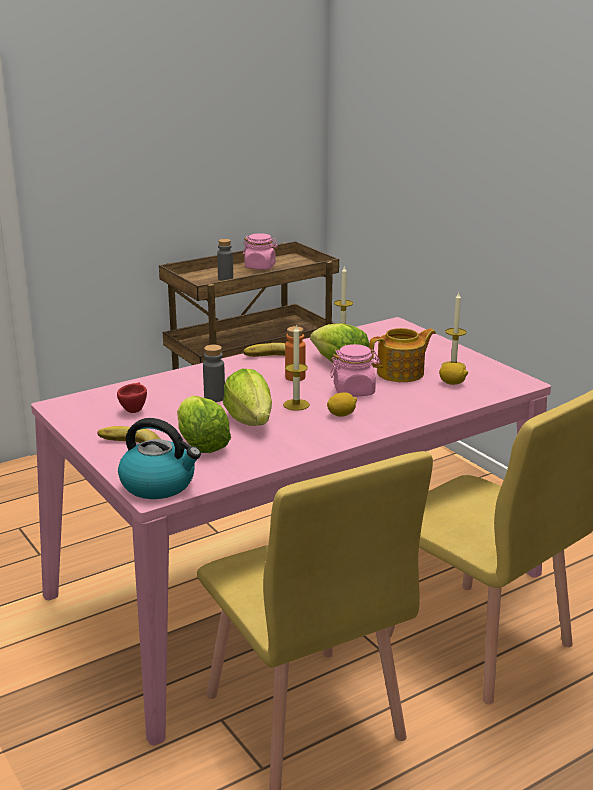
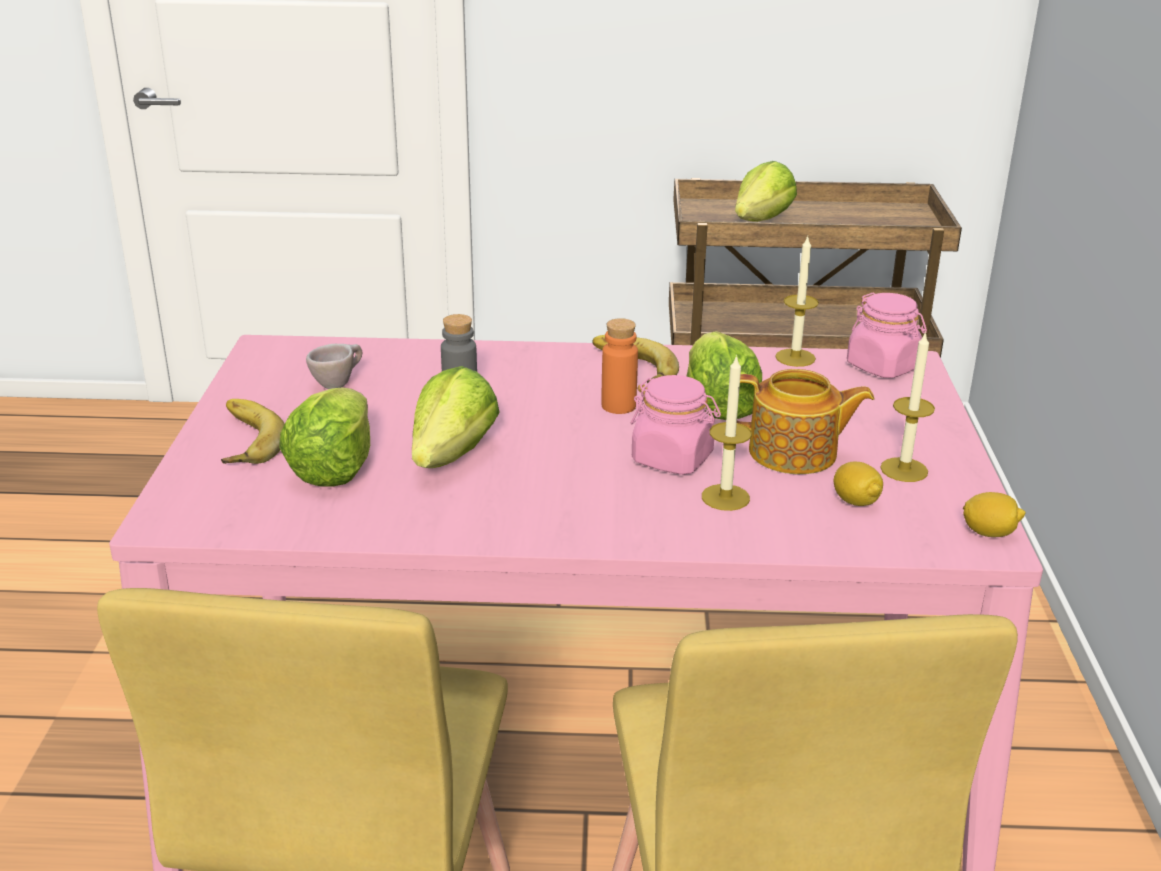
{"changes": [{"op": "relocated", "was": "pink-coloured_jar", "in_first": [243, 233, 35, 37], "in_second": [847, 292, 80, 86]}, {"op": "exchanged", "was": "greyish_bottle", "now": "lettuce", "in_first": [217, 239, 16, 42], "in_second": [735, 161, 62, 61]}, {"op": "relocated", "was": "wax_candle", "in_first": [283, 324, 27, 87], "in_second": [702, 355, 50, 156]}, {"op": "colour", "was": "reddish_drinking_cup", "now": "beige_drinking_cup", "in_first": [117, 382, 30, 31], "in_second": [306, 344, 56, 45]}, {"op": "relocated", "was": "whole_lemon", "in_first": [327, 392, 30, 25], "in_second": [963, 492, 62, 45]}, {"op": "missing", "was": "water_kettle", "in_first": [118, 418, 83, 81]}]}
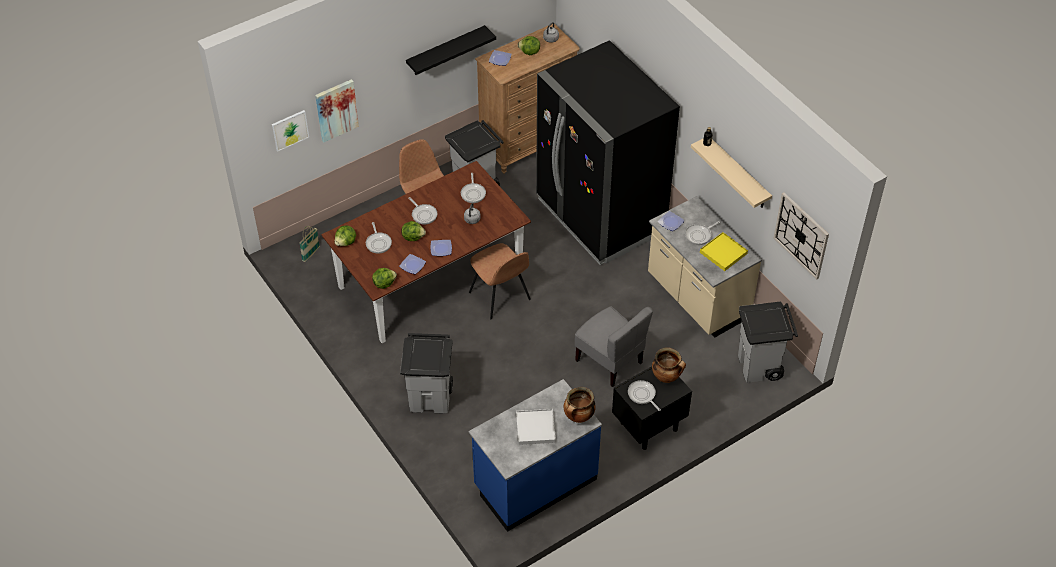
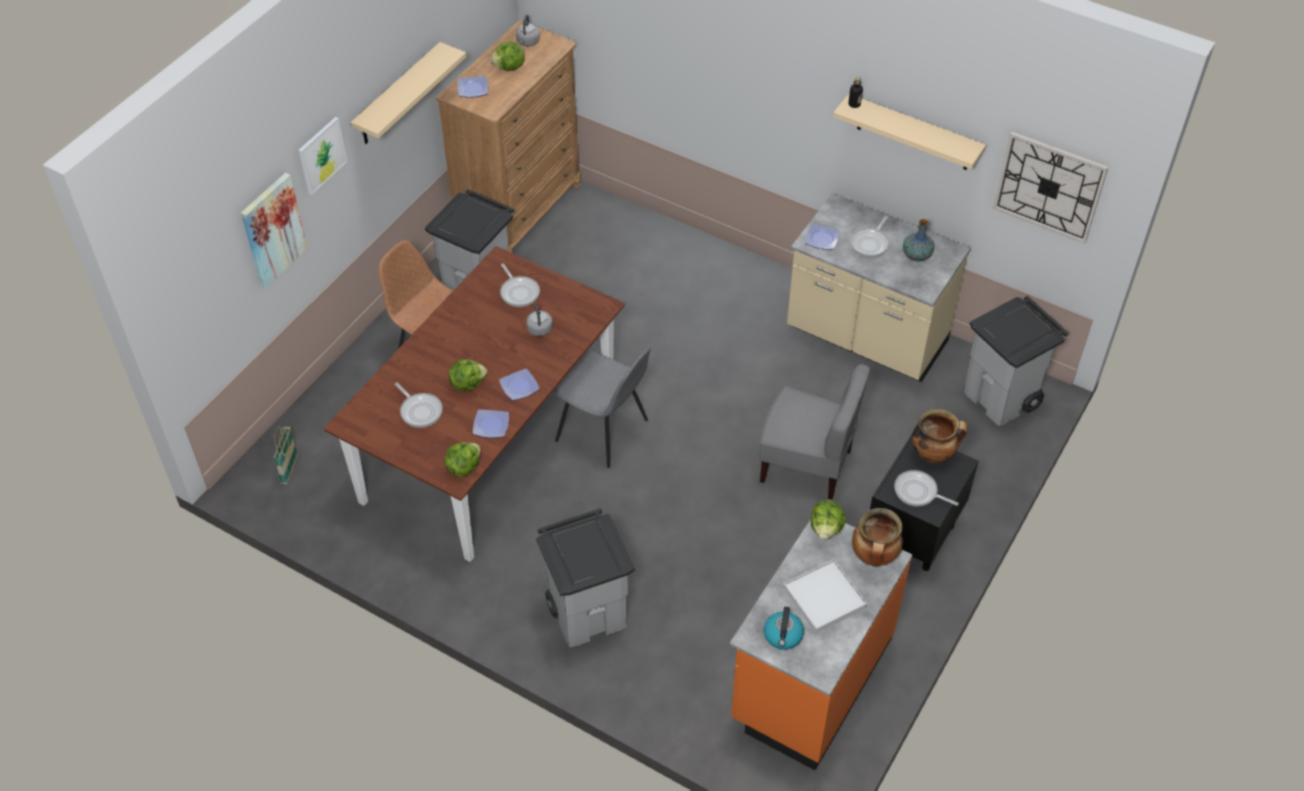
{"changes": [{"op": "colour", "was": "black-coloured_shelf", "now": "beige_shelf", "in_first": [406, 25, 90, 50], "in_second": [351, 42, 115, 102]}, {"op": "missing", "was": "black-coloured_kitchen_fridge", "in_first": [536, 40, 144, 225]}, {"op": "relocated", "was": "wall_art", "in_first": [272, 110, 37, 42], "in_second": [298, 117, 49, 78]}, {"op": "missing", "was": "frying_pan", "in_first": [408, 197, 30, 28]}, {"op": "relocated", "was": "lettuce", "in_first": [335, 225, 21, 21], "in_second": [811, 500, 35, 40]}, {"op": "exchanged", "was": "yellowish_serving_tray", "now": "vase", "in_first": [700, 232, 48, 39], "in_second": [903, 219, 31, 42]}, {"op": "colour", "was": "brown-coloured_plain_chair", "now": "greyish_plain_chair", "in_first": [469, 243, 62, 76], "in_second": [554, 348, 96, 120]}, {"op": "colour", "was": "blue_counter", "now": "orange-coloured_counter", "in_first": [469, 379, 133, 153], "in_second": [730, 519, 182, 251]}, {"op": "appeared", "now": "water_kettle", "in_second": [764, 607, 40, 43]}]}
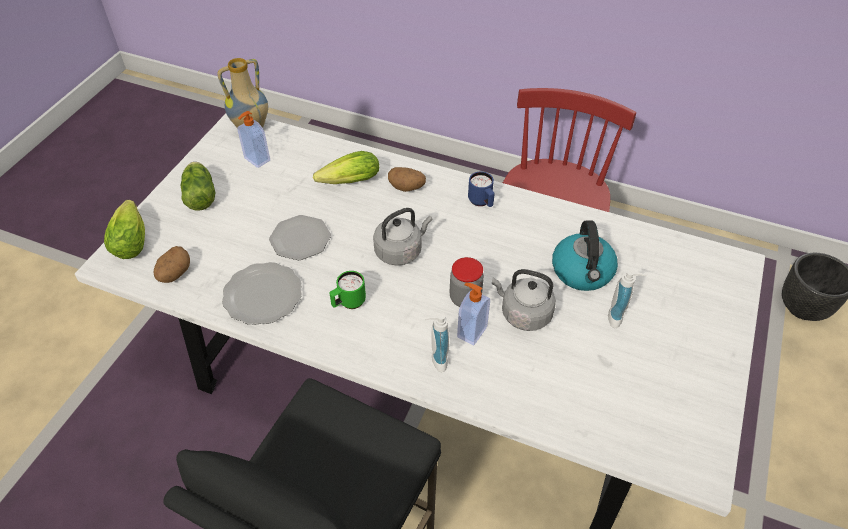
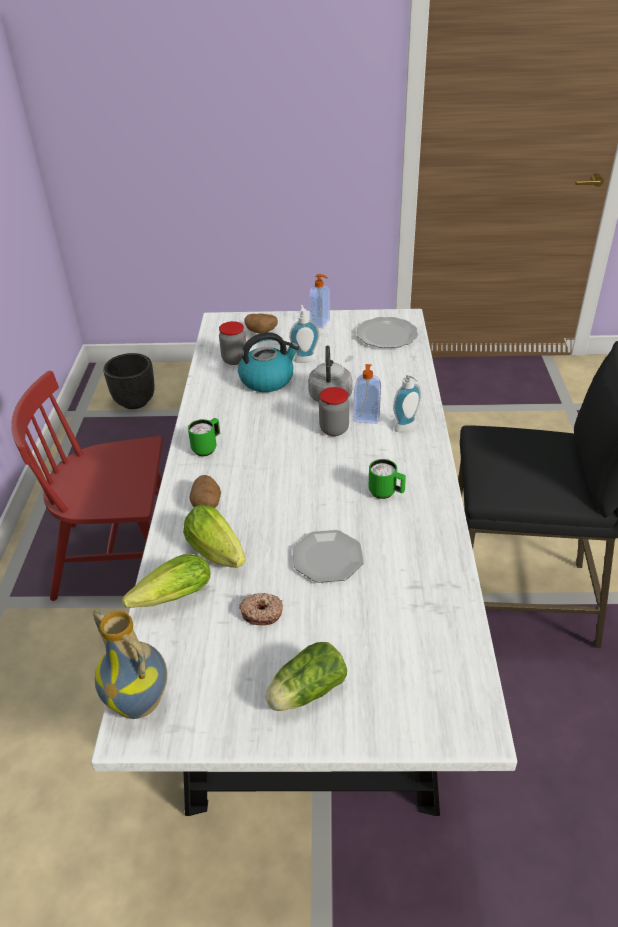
{"changes": [{"op": "relocated", "was": "soap_bottle", "in_first": [237, 111, 33, 57], "in_second": [309, 274, 21, 54]}, {"op": "colour", "was": "blue_tea_mug", "now": "green_tea_mug", "in_first": [468, 171, 27, 36], "in_second": [188, 418, 32, 38]}, {"op": "relocated", "was": "lettuce", "in_first": [104, 200, 41, 59], "in_second": [122, 554, 88, 54]}, {"op": "missing", "was": "greyish_water_kettle", "in_first": [373, 208, 60, 57]}, {"op": "relocated", "was": "potato", "in_first": [154, 246, 36, 37], "in_second": [244, 314, 34, 20]}, {"op": "relocated", "was": "dinner_plate", "in_first": [222, 262, 80, 63], "in_second": [356, 317, 62, 31]}, {"op": "appeared", "now": "jar", "in_second": [219, 321, 27, 44]}, {"op": "appeared", "now": "ring_doughnut", "in_second": [239, 593, 44, 32]}]}
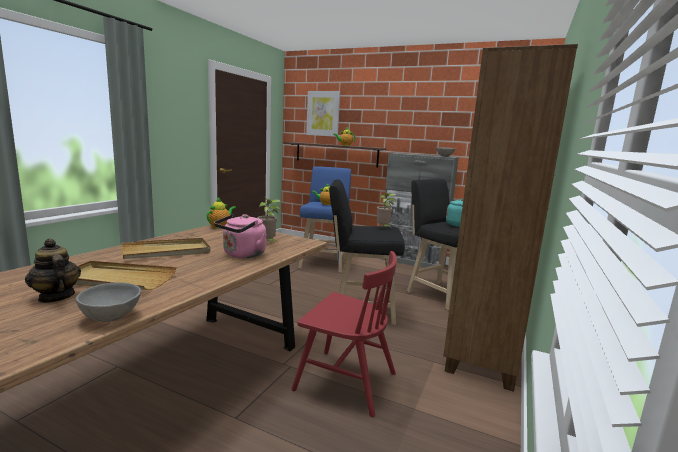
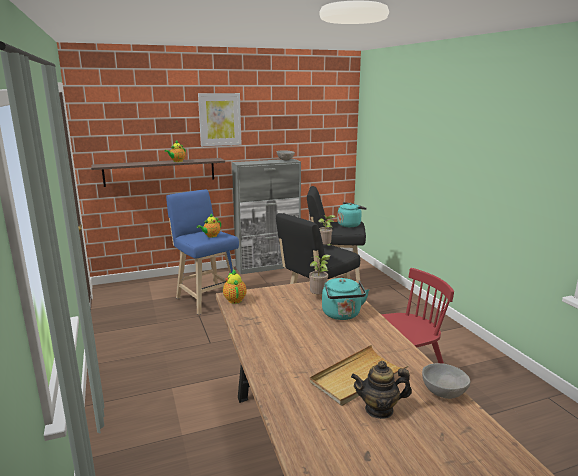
{"changes": [{"op": "missing", "was": "brown-coloured_bookshelf", "in_first": [443, 44, 135, 348]}, {"op": "relocated", "was": "wall_art", "in_first": [306, 91, 34, 46], "in_second": [198, 93, 44, 53]}, {"op": "colour", "was": "pink-coloured_water_kettle", "now": "blue-green_water_kettle", "in_first": [214, 214, 53, 44], "in_second": [322, 278, 47, 42]}, {"op": "missing", "was": "beige_serving_tray", "in_first": [121, 238, 89, 21]}]}
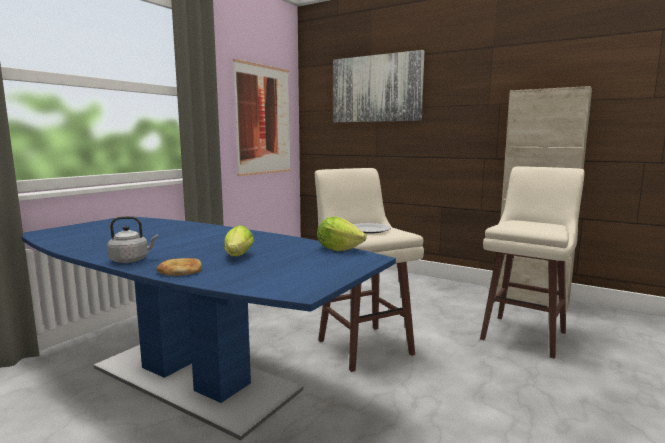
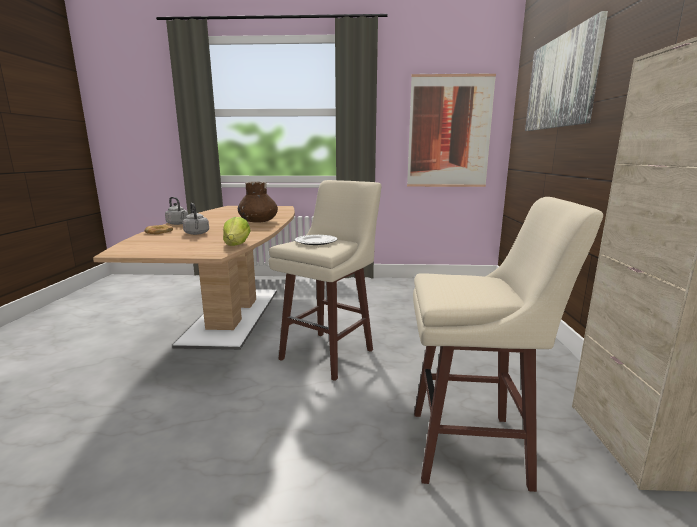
{"changes": [{"op": "colour", "was": "blue_kitchen_table", "now": "brown-coloured_kitchen_table", "in_first": [22, 217, 374, 223], "in_second": [93, 206, 202, 144]}, {"op": "exchanged", "was": "lettuce", "now": "greyish_water_kettle", "in_first": [224, 225, 30, 31], "in_second": [183, 203, 26, 32]}, {"op": "appeared", "now": "brown-coloured_vase", "in_second": [238, 181, 40, 41]}]}
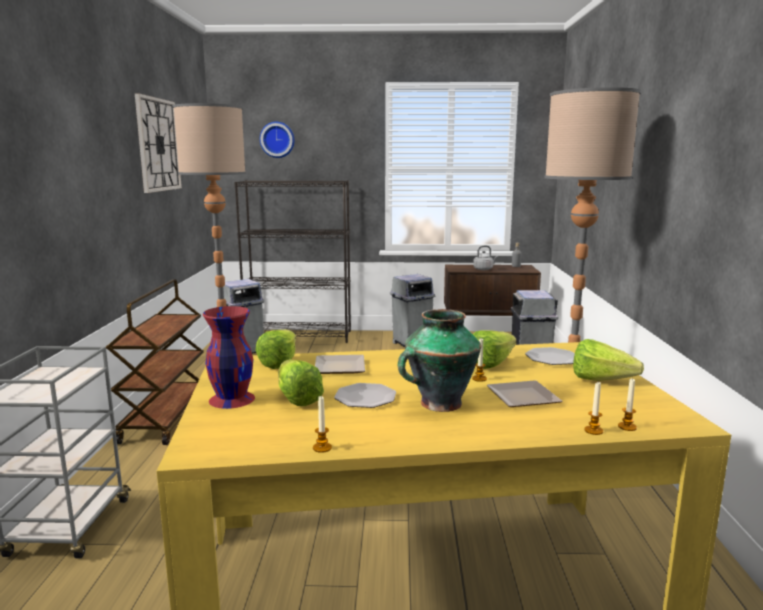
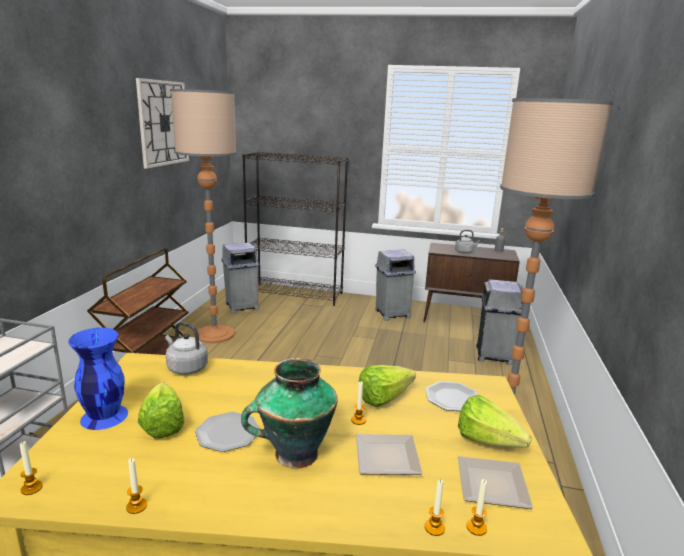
{"changes": [{"op": "missing", "was": "wall_clock", "in_first": [260, 122, 35, 36]}, {"op": "colour", "was": "reddish_vase", "now": "blue_vase", "in_first": [203, 306, 52, 103], "in_second": [68, 328, 60, 102]}, {"op": "exchanged", "was": "lettuce", "now": "greyish_water_kettle", "in_first": [255, 329, 41, 40], "in_second": [165, 322, 43, 53]}, {"op": "relocated", "was": "dinner_plate", "in_first": [315, 355, 50, 19], "in_second": [458, 456, 75, 53]}, {"op": "appeared", "now": "wax_candle", "in_second": [20, 441, 23, 54]}]}
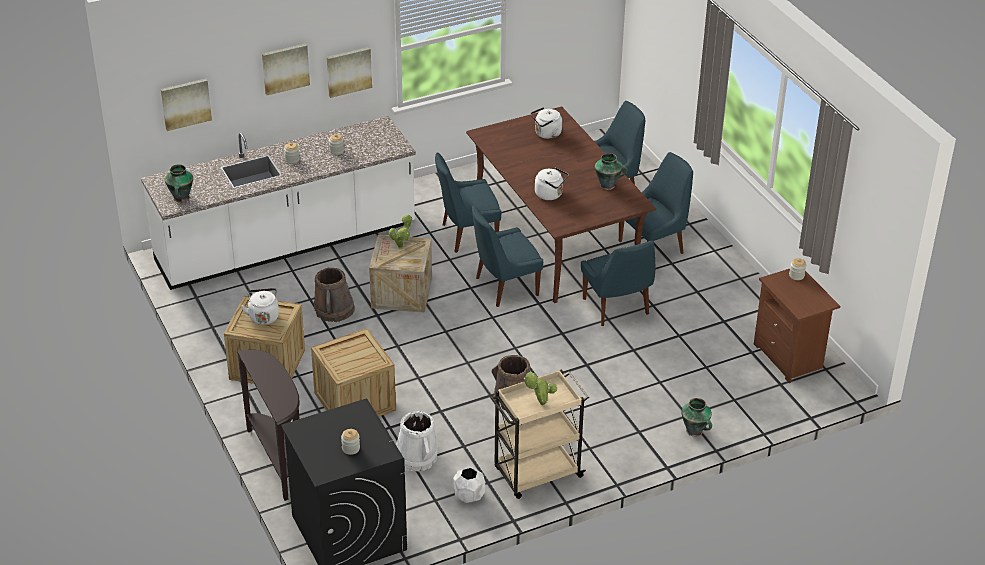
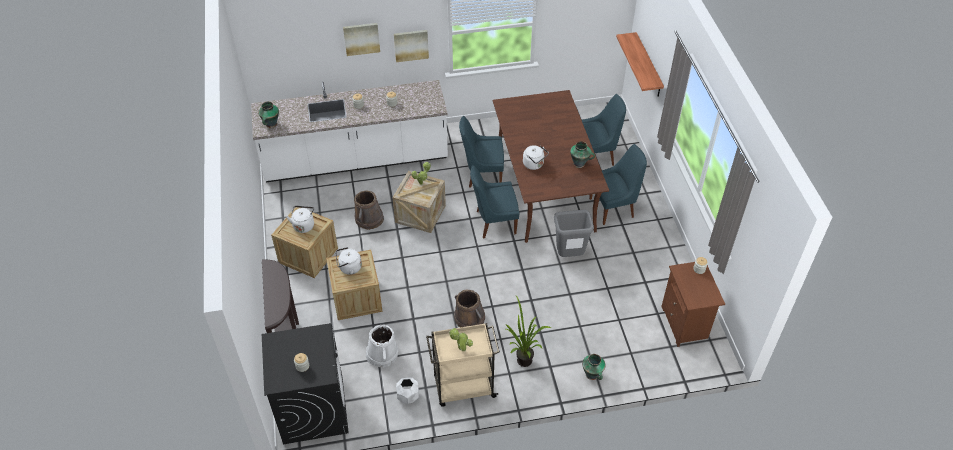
{"changes": [{"op": "missing", "was": "wall_art", "in_first": [161, 79, 51, 52]}, {"op": "relocated", "was": "whitish_water_kettle", "in_first": [530, 107, 32, 32], "in_second": [335, 247, 27, 28]}, {"op": "exchanged", "was": "blue_plain_chair", "now": "greyish_trash_can", "in_first": [581, 241, 74, 85], "in_second": [554, 210, 40, 47]}, {"op": "appeared", "now": "shelf", "in_second": [616, 32, 48, 65]}, {"op": "appeared", "now": "houseplant", "in_second": [506, 296, 46, 71]}]}
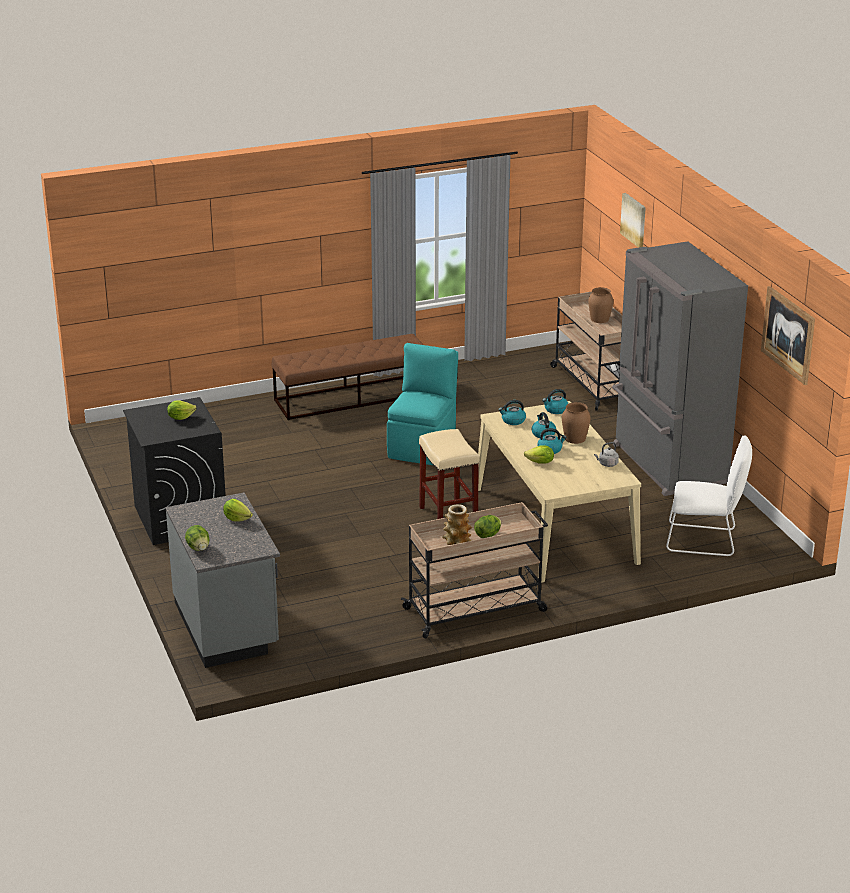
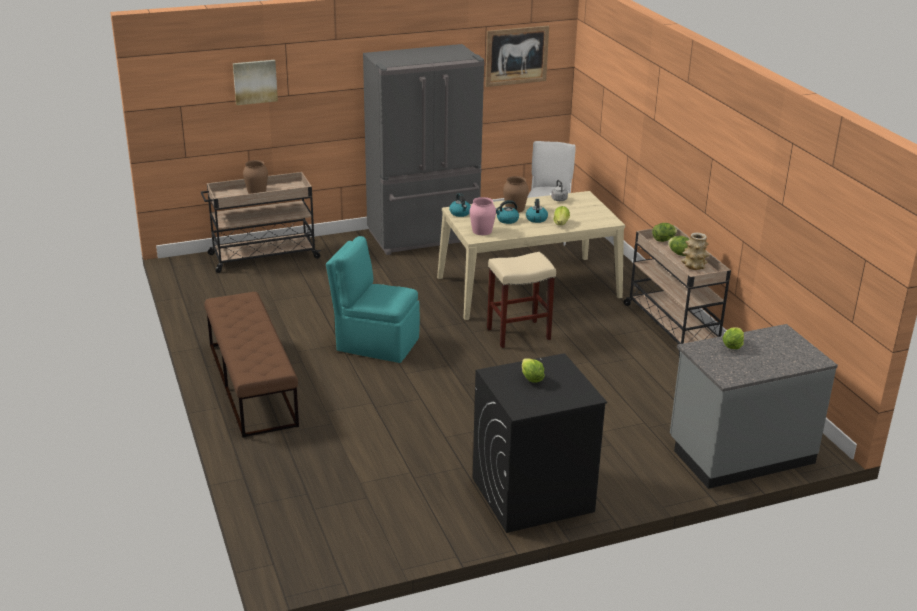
{"changes": [{"op": "exchanged", "was": "water_kettle", "now": "pink-coloured_vase", "in_first": [498, 400, 28, 25], "in_second": [470, 197, 26, 38]}, {"op": "relocated", "was": "lettuce", "in_first": [185, 525, 25, 26], "in_second": [652, 223, 26, 19]}]}
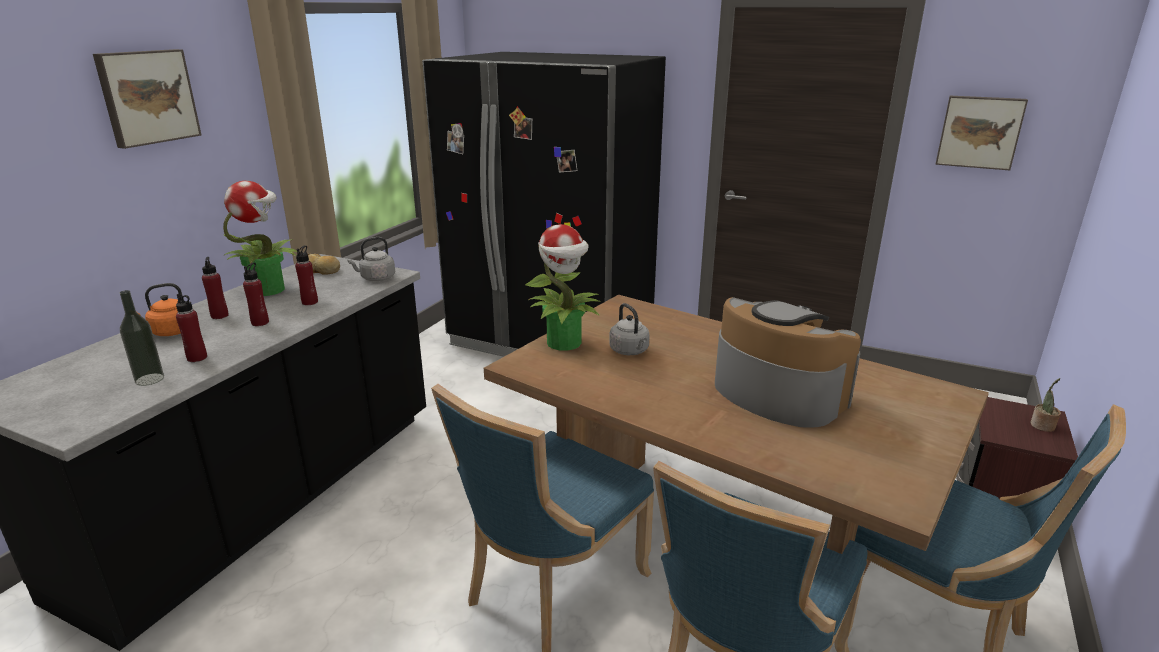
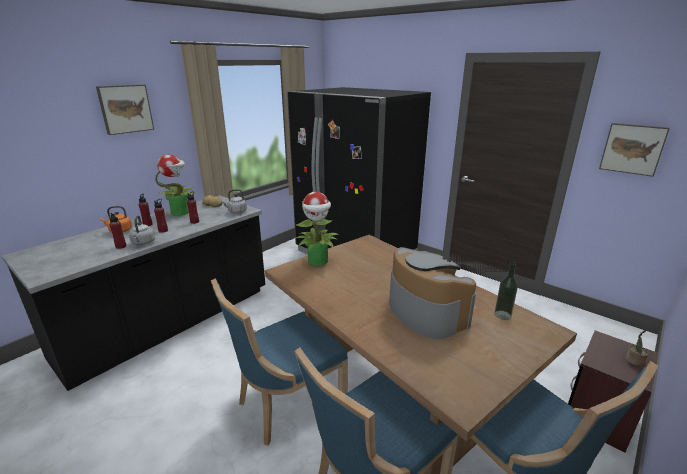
{"changes": [{"op": "relocated", "was": "bottle", "in_first": [119, 290, 45, 96], "in_second": [494, 262, 24, 58]}, {"op": "relocated", "was": "greyish_water_kettle", "in_first": [609, 303, 41, 52], "in_second": [129, 215, 26, 30]}]}
